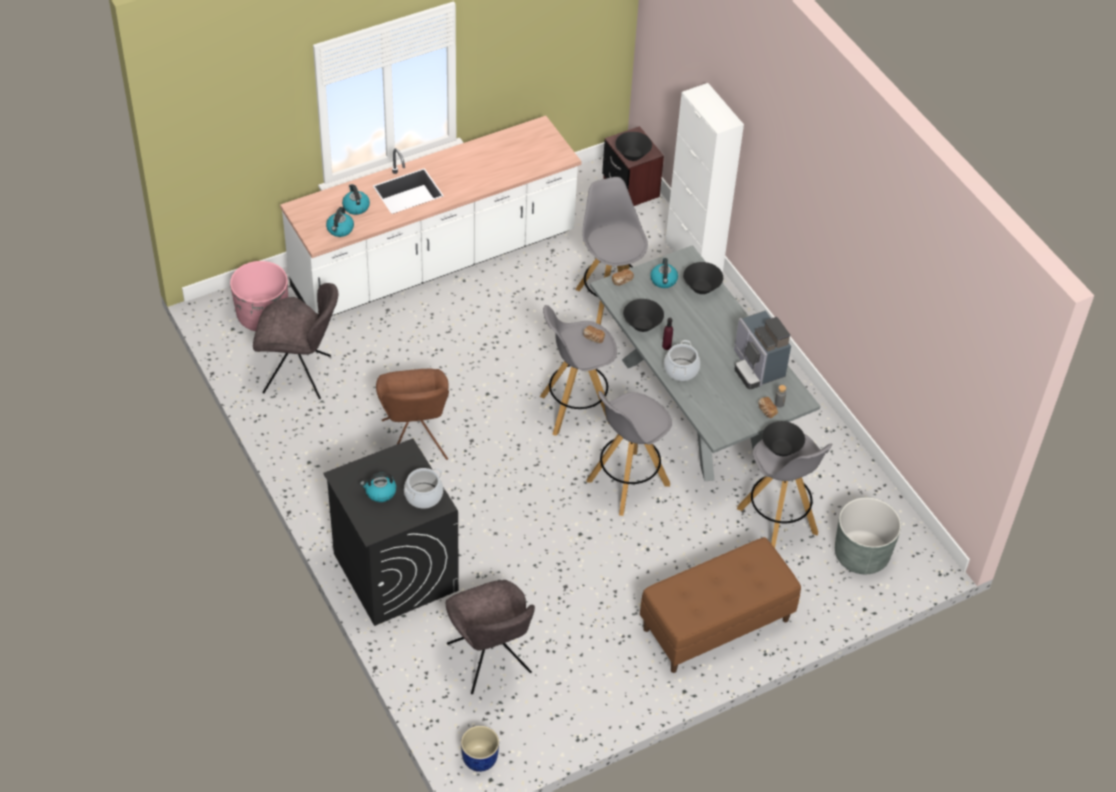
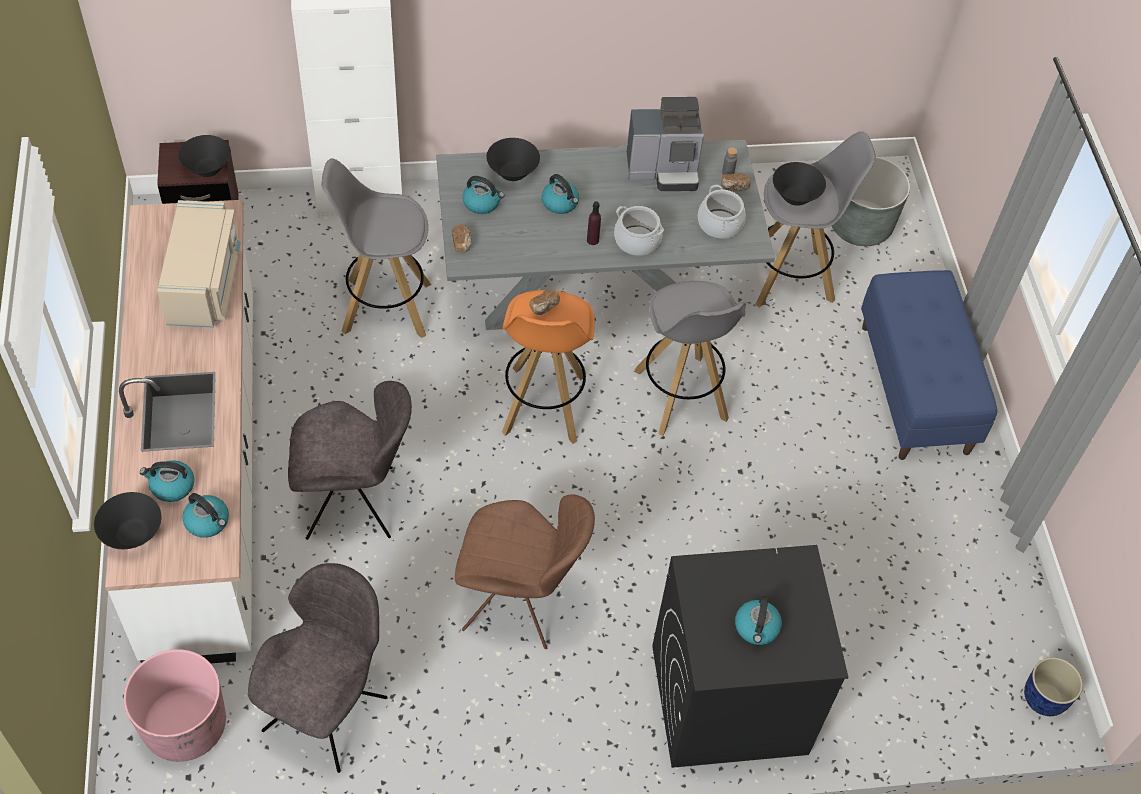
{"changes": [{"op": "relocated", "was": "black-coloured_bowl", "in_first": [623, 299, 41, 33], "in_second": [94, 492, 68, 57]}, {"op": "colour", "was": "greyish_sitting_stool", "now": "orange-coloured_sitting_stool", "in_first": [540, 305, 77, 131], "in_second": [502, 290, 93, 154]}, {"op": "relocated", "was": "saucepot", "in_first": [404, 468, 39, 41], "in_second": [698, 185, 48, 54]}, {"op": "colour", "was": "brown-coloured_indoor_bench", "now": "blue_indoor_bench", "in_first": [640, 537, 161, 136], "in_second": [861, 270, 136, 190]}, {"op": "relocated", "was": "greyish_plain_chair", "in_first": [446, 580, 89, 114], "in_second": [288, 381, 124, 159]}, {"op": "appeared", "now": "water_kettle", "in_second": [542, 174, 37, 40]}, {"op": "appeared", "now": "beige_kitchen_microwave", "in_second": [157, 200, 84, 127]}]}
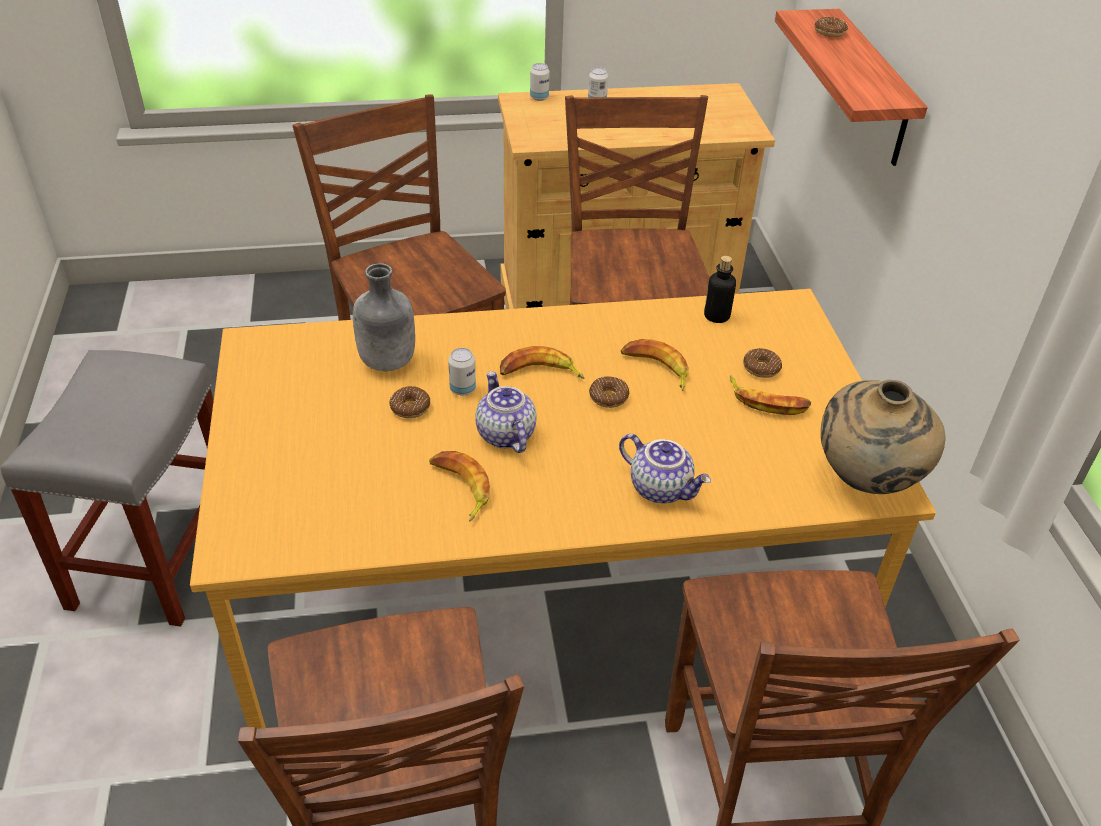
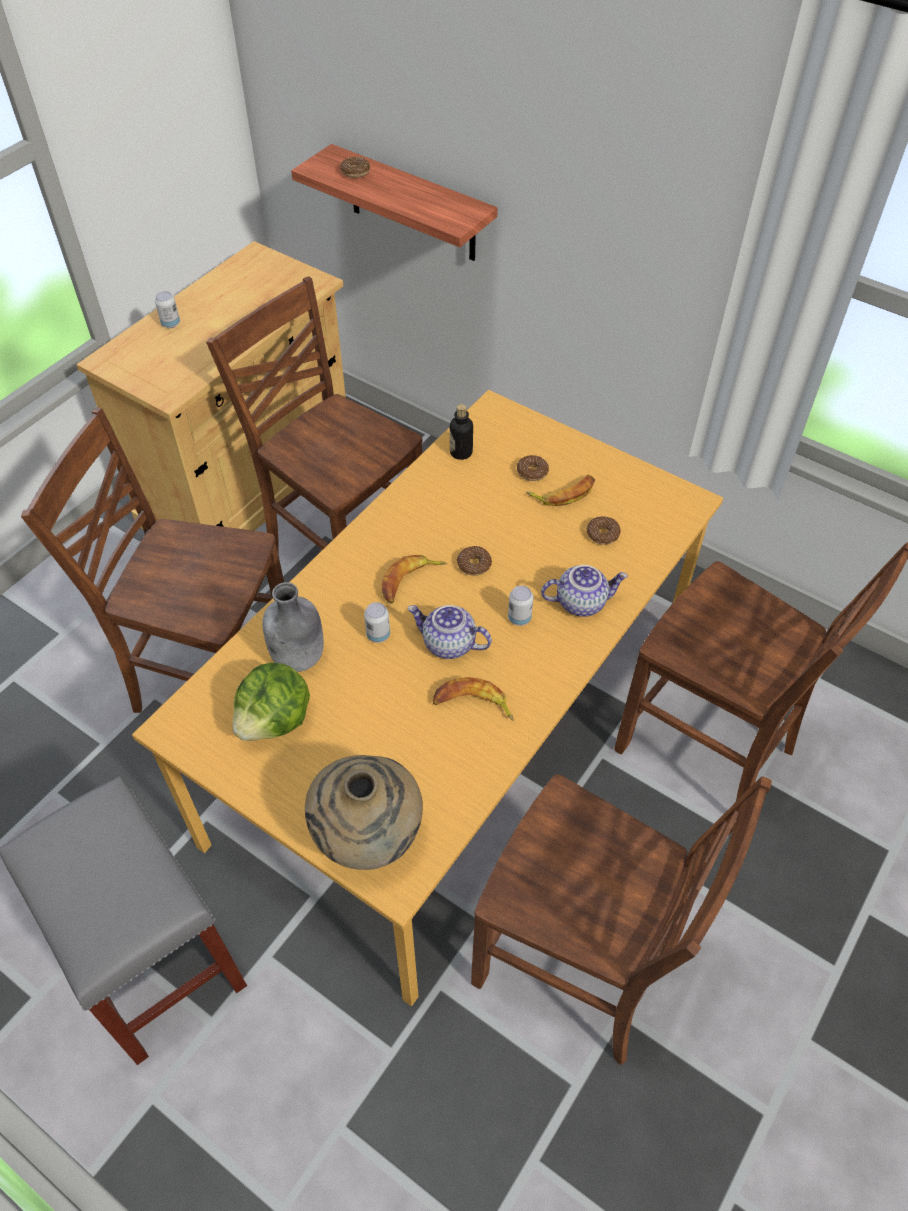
{"changes": [{"op": "relocated", "was": "metal_can", "in_first": [530, 63, 20, 38], "in_second": [508, 585, 25, 41]}, {"op": "missing", "was": "banana", "in_first": [621, 339, 68, 52]}, {"op": "relocated", "was": "beige_vase", "in_first": [821, 380, 125, 114], "in_second": [305, 755, 118, 115]}, {"op": "relocated", "was": "ring_doughnut", "in_first": [389, 386, 41, 32], "in_second": [586, 516, 35, 29]}, {"op": "appeared", "now": "lettuce", "in_second": [232, 663, 78, 78]}]}
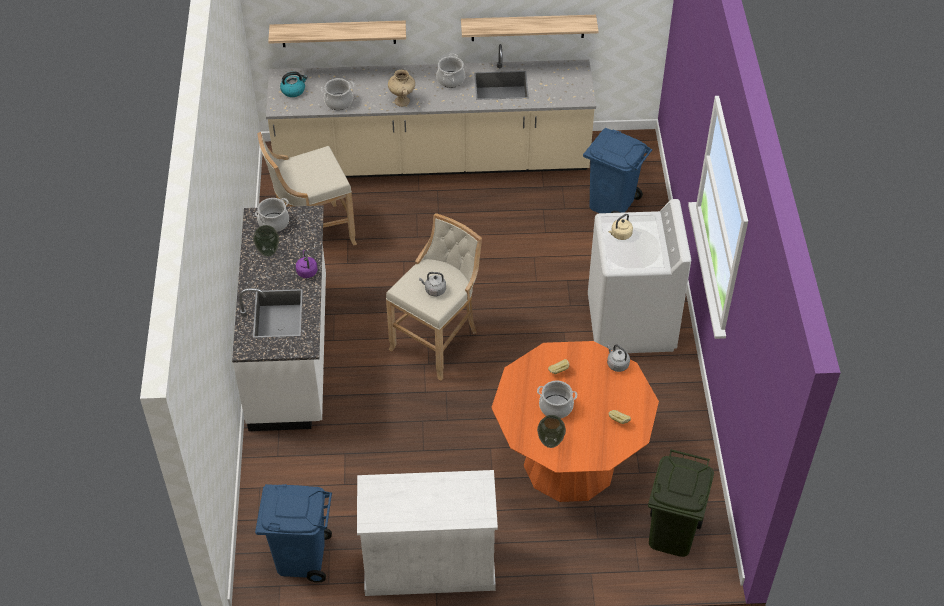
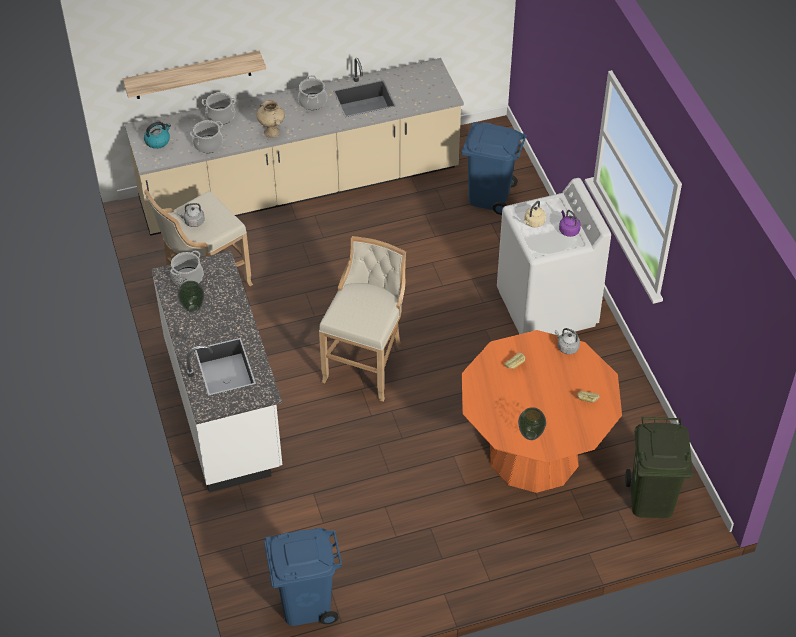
{"changes": [{"op": "missing", "was": "shelf", "in_first": [461, 15, 138, 26]}, {"op": "relocated", "was": "purplish_water_kettle", "in_first": [296, 250, 22, 28], "in_second": [559, 210, 22, 27]}, {"op": "relocated", "was": "greyish_water_kettle", "in_first": [419, 272, 27, 24], "in_second": [177, 203, 28, 24]}, {"op": "relocated", "was": "saucepot", "in_first": [537, 380, 40, 39], "in_second": [202, 93, 34, 32]}, {"op": "missing", "was": "whitish_cupboard", "in_first": [357, 470, 141, 126]}]}
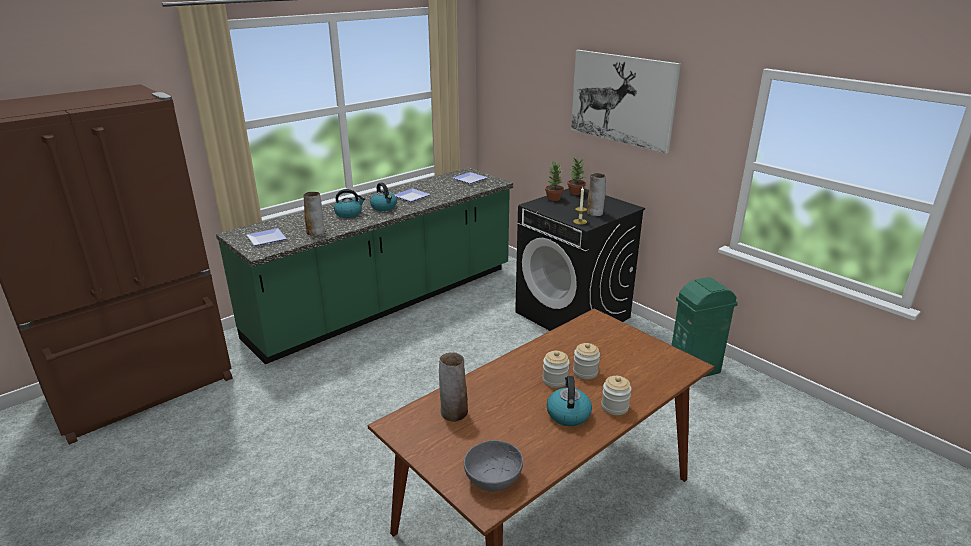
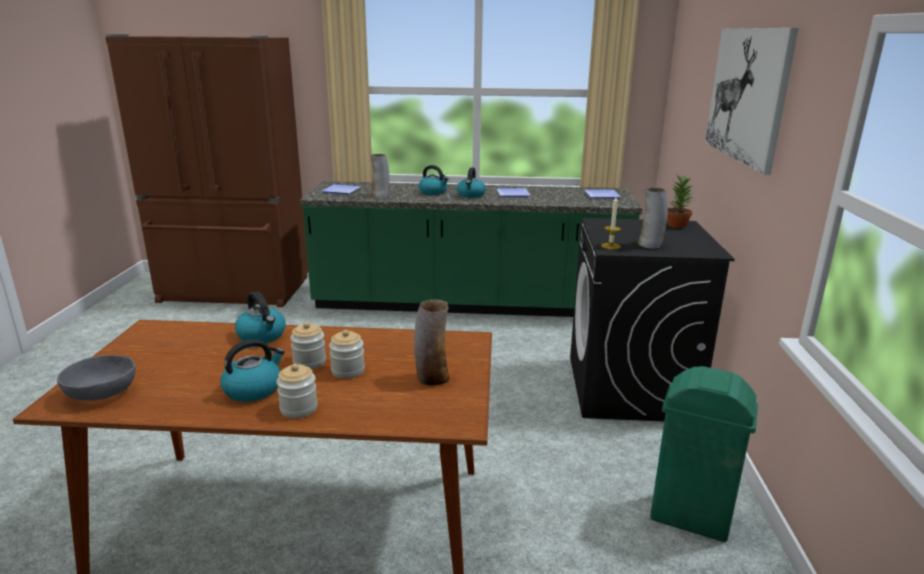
{"changes": [{"op": "missing", "was": "houseplant", "in_first": [545, 161, 19, 40]}, {"op": "relocated", "was": "vase", "in_first": [439, 352, 29, 70], "in_second": [414, 299, 35, 86]}, {"op": "appeared", "now": "water_kettle", "in_second": [235, 291, 51, 52]}]}
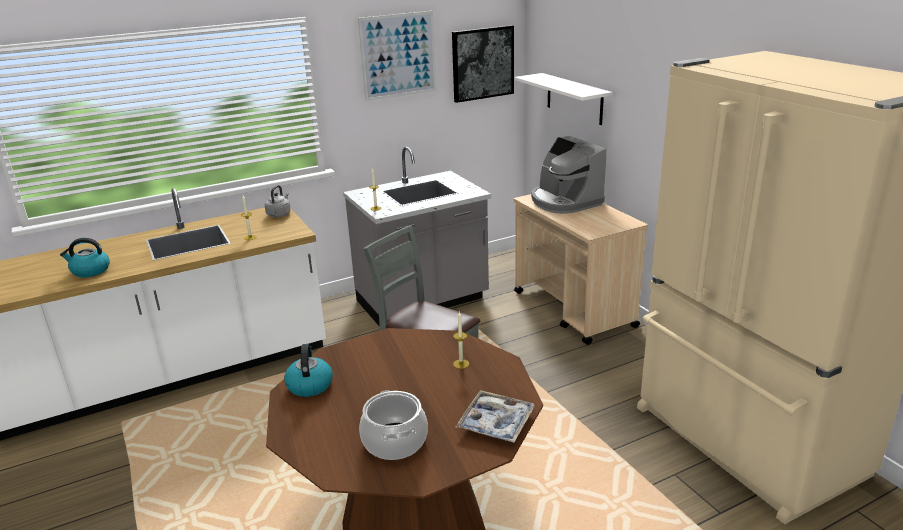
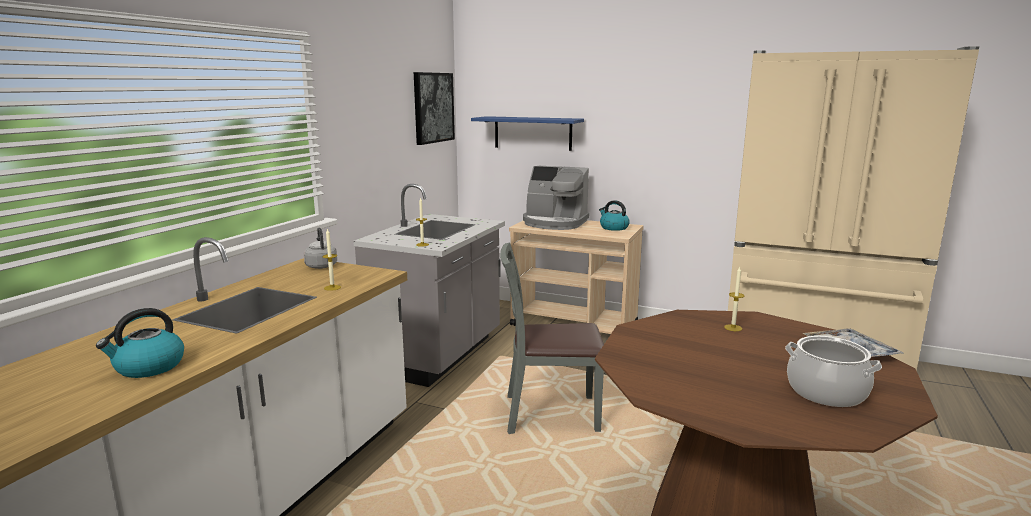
{"changes": [{"op": "missing", "was": "wall_art", "in_first": [358, 11, 79, 90]}, {"op": "colour", "was": "whitish_shelf", "now": "blue_shelf", "in_first": [514, 73, 99, 52], "in_second": [471, 116, 113, 35]}, {"op": "relocated", "was": "water_kettle", "in_first": [284, 344, 49, 53], "in_second": [599, 200, 31, 31]}]}
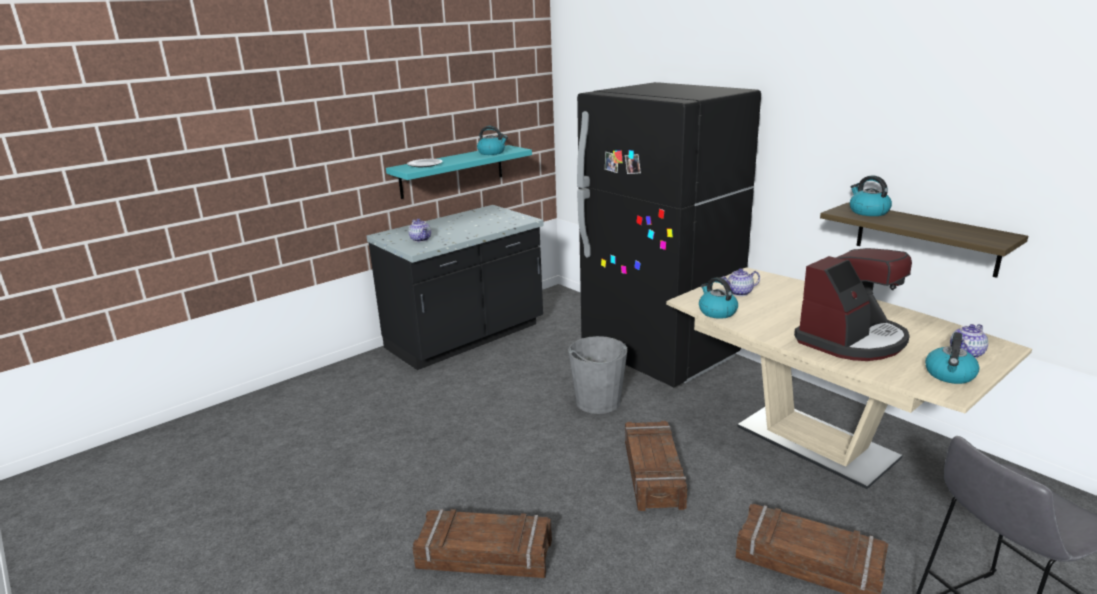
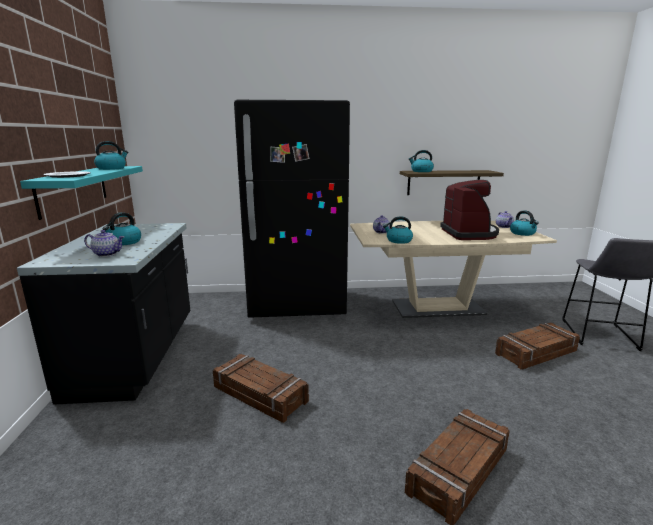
{"changes": [{"op": "missing", "was": "greyish_bucket", "in_first": [568, 336, 60, 78]}, {"op": "relocated", "was": "crate", "in_first": [625, 421, 62, 90], "in_second": [213, 354, 96, 69]}, {"op": "appeared", "now": "water_kettle", "in_second": [102, 212, 39, 34]}]}
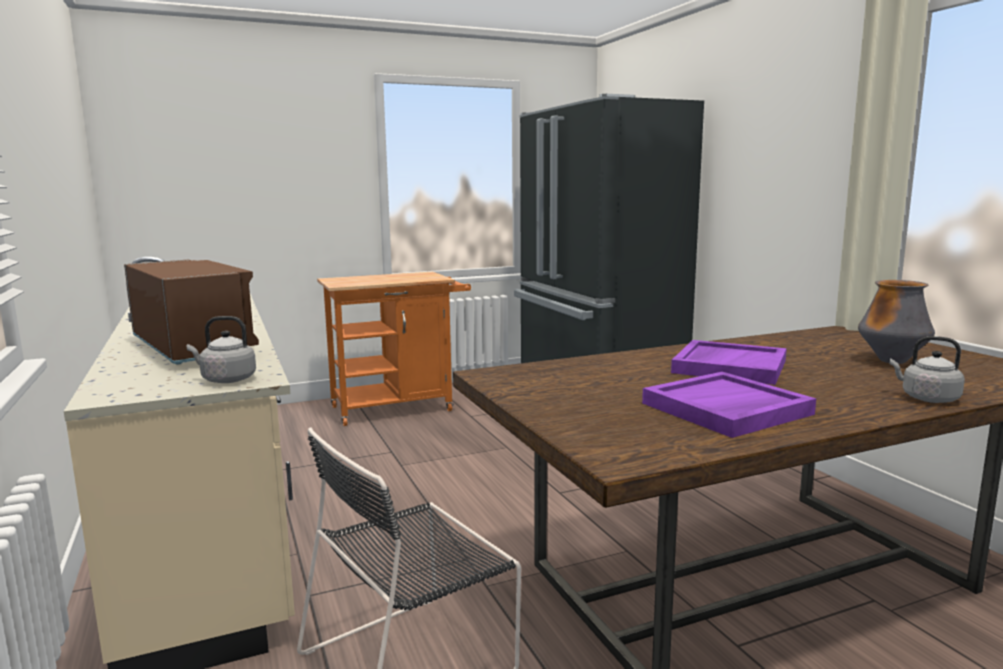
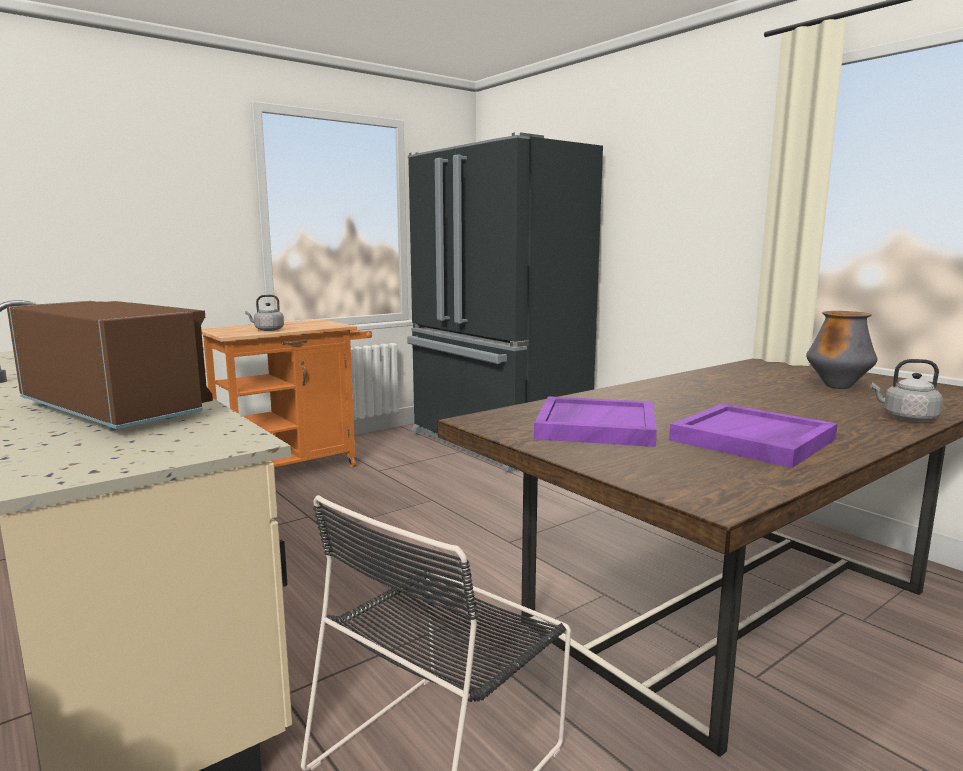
{"changes": [{"op": "relocated", "was": "greyish_water_kettle", "in_first": [187, 316, 69, 67], "in_second": [245, 295, 39, 36]}, {"op": "relocated", "was": "purplish_serving_tray", "in_first": [671, 340, 116, 45], "in_second": [534, 396, 123, 51]}]}
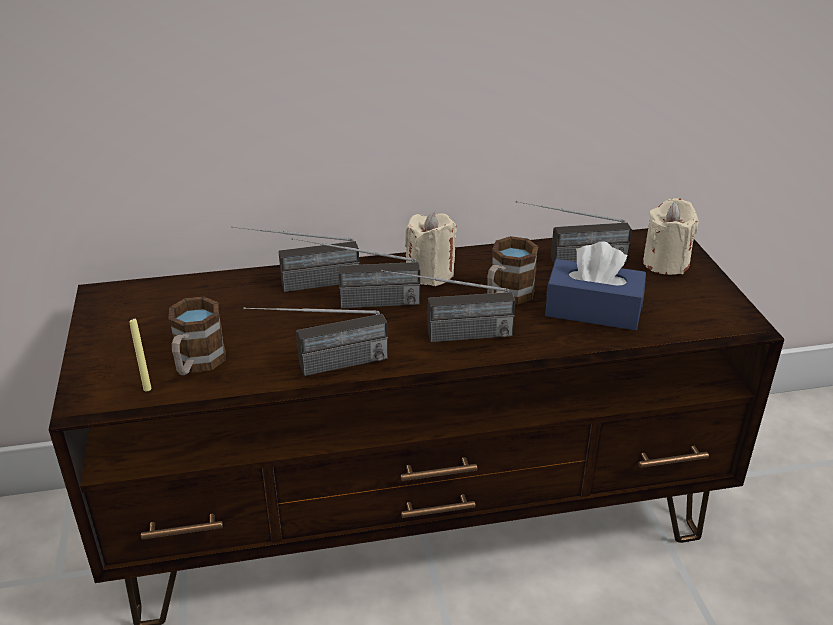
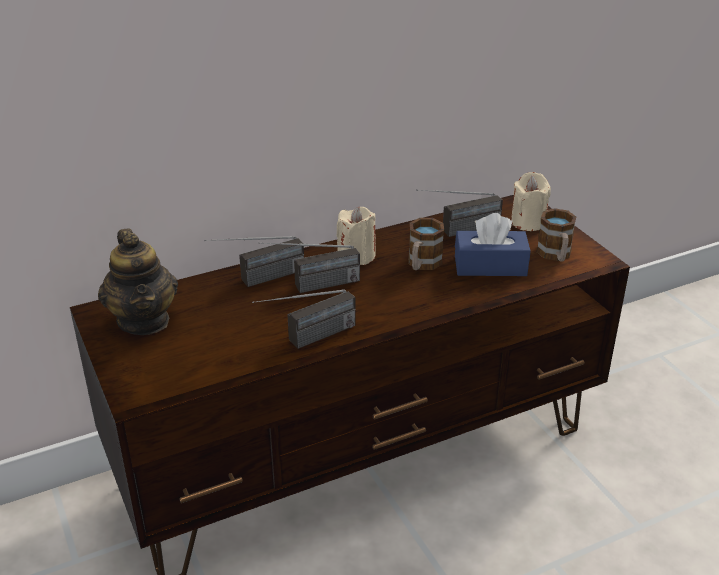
{"changes": [{"op": "missing", "was": "radio_receiver", "in_first": [381, 270, 134, 72]}, {"op": "relocated", "was": "tea_mug", "in_first": [168, 297, 58, 78], "in_second": [536, 208, 40, 54]}, {"op": "missing", "was": "yellowish_wax_candle", "in_first": [129, 318, 22, 73]}, {"op": "appeared", "now": "pot_for_tea", "in_second": [98, 229, 80, 106]}]}
